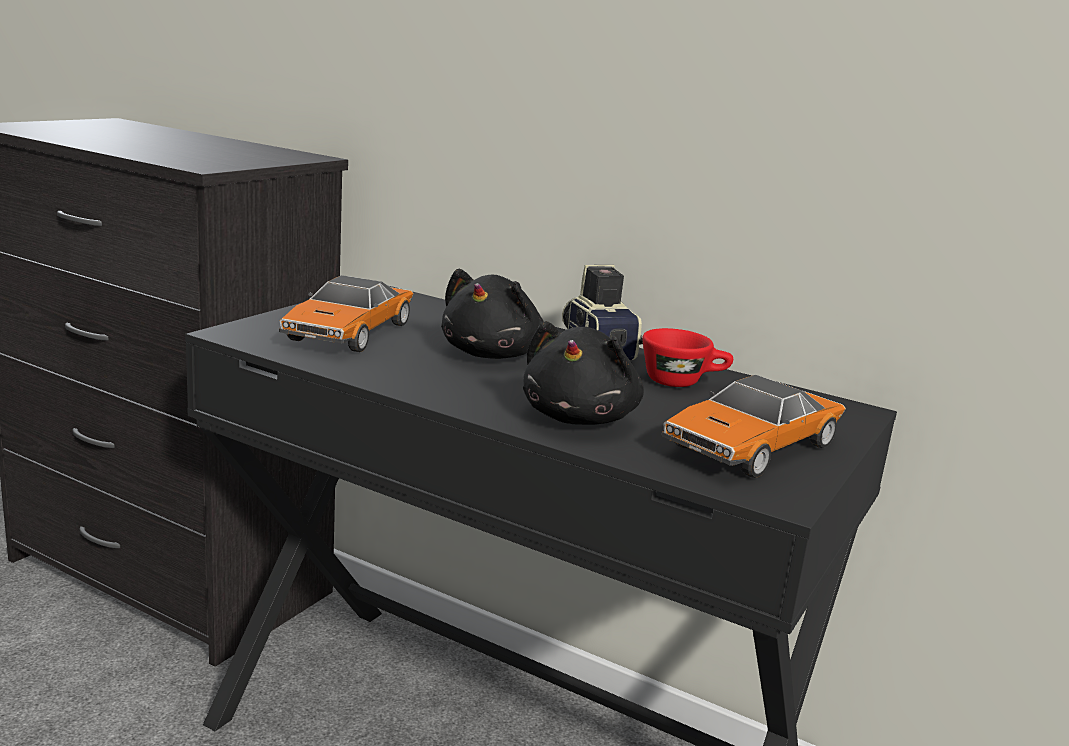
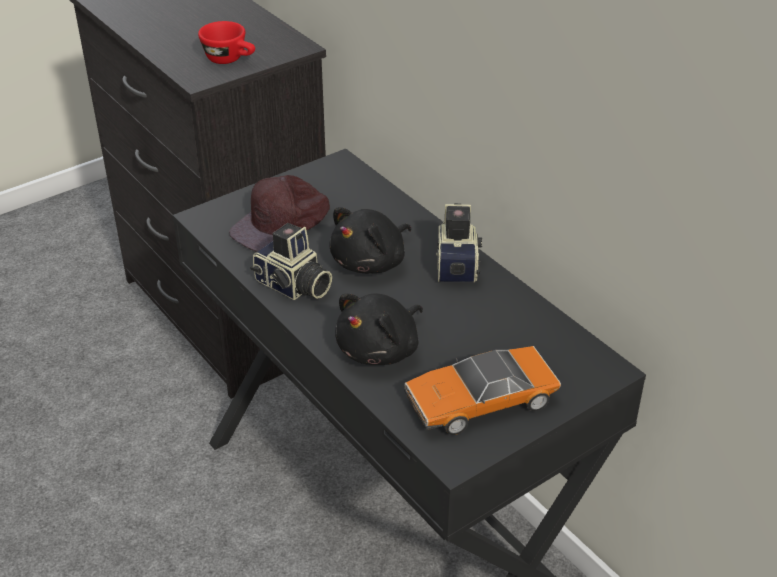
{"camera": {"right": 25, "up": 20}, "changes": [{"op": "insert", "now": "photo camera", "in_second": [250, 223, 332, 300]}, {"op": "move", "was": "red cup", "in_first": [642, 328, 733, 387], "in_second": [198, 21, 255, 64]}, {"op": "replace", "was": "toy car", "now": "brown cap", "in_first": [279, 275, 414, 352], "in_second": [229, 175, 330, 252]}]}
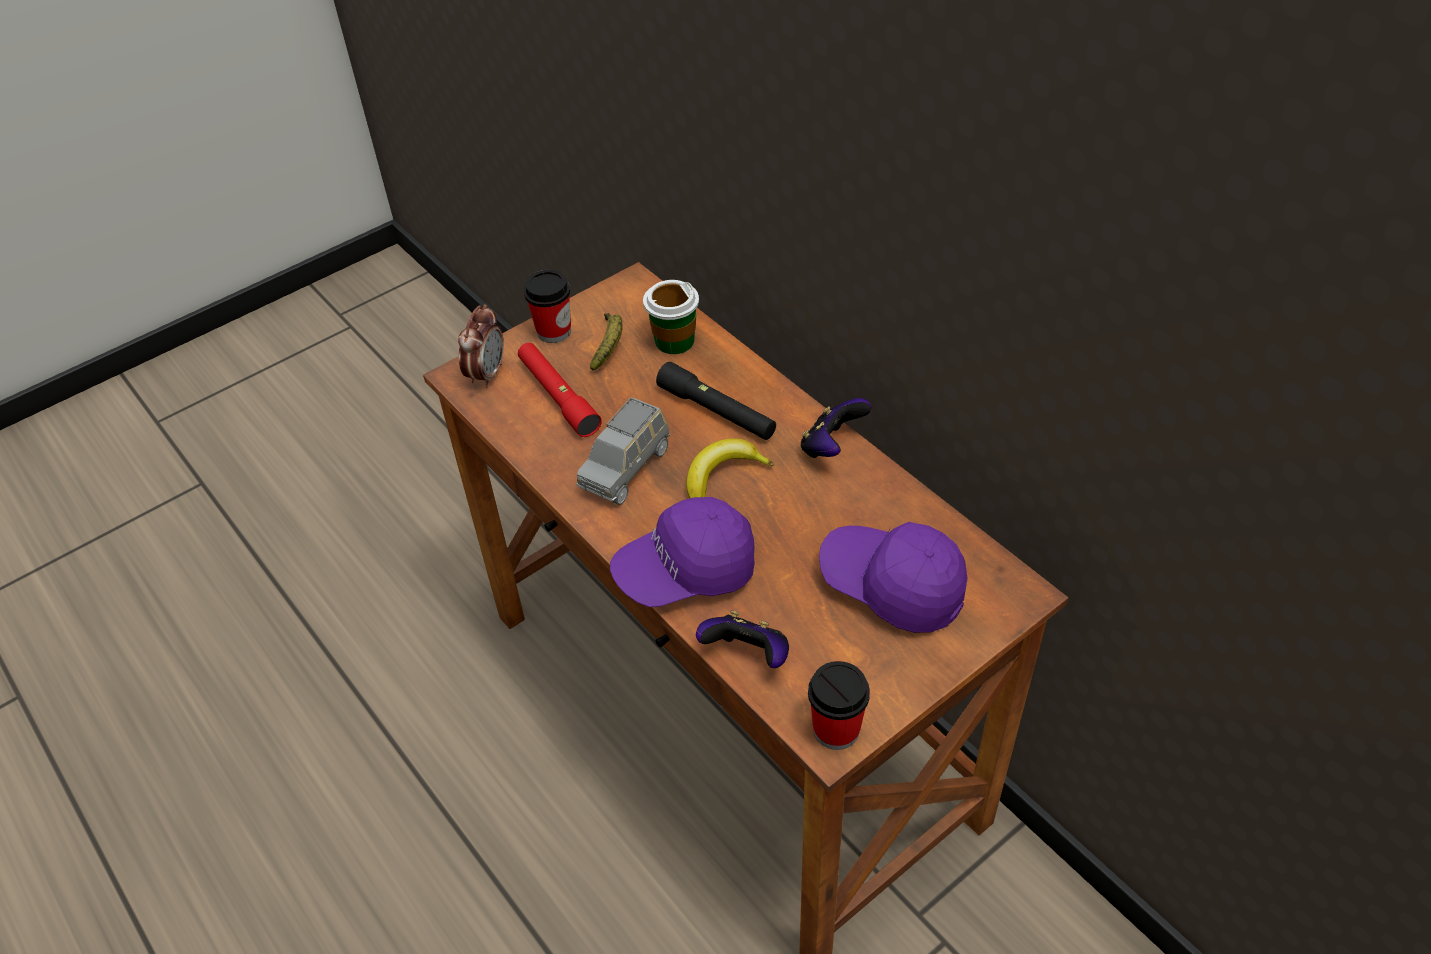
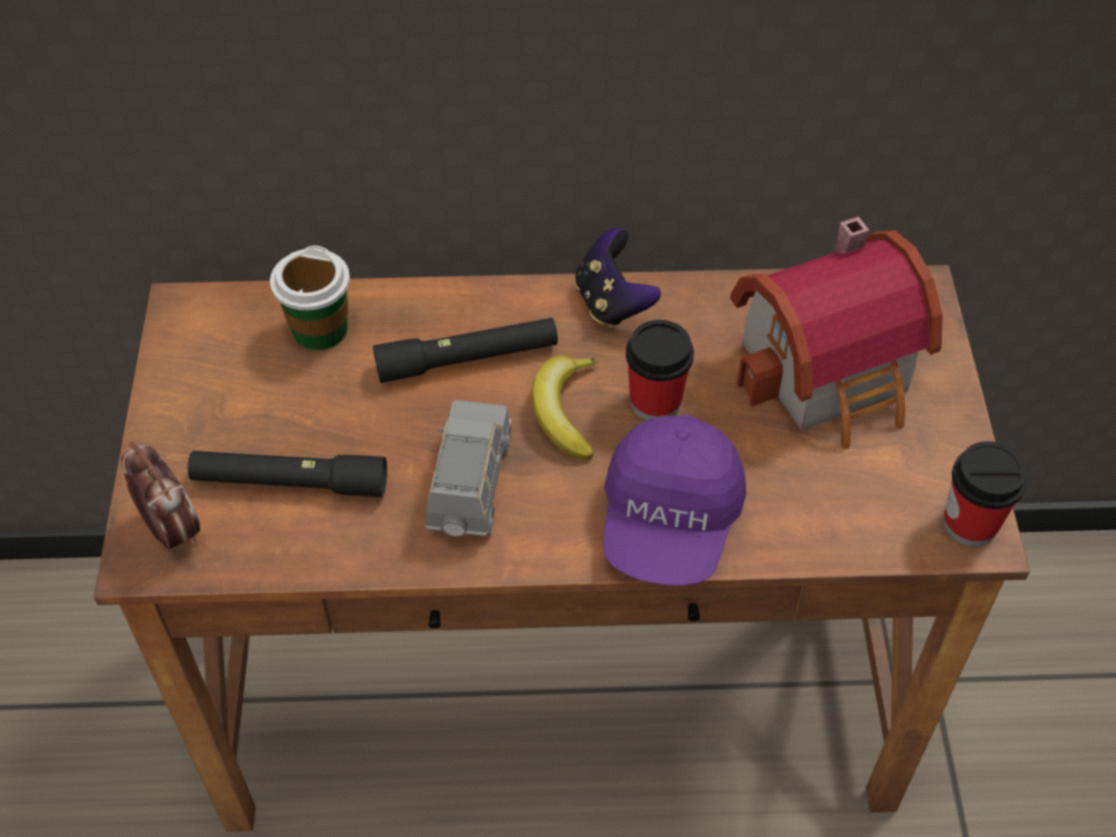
{"camera": {"right": -55, "up": 5}, "changes": [{"op": "delete", "was": "banana", "in_first": [590, 313, 623, 371]}, {"op": "delete", "was": "game controller", "in_first": [696, 610, 789, 668]}, {"op": "move", "was": "cup", "in_first": [524, 270, 571, 343], "in_second": [626, 320, 694, 420]}, {"op": "replace", "was": "purple cap", "now": "toy house", "in_first": [819, 522, 967, 633], "in_second": [730, 216, 942, 449]}, {"op": "recolor", "was": "red flashlight", "now": "black flashlight", "in_first": [518, 343, 602, 437], "in_second": [188, 451, 387, 497]}, {"op": "rotate", "was": "grey toy car", "in_first": [577, 397, 670, 505], "in_second": [426, 400, 511, 537], "clockwise": -150}]}
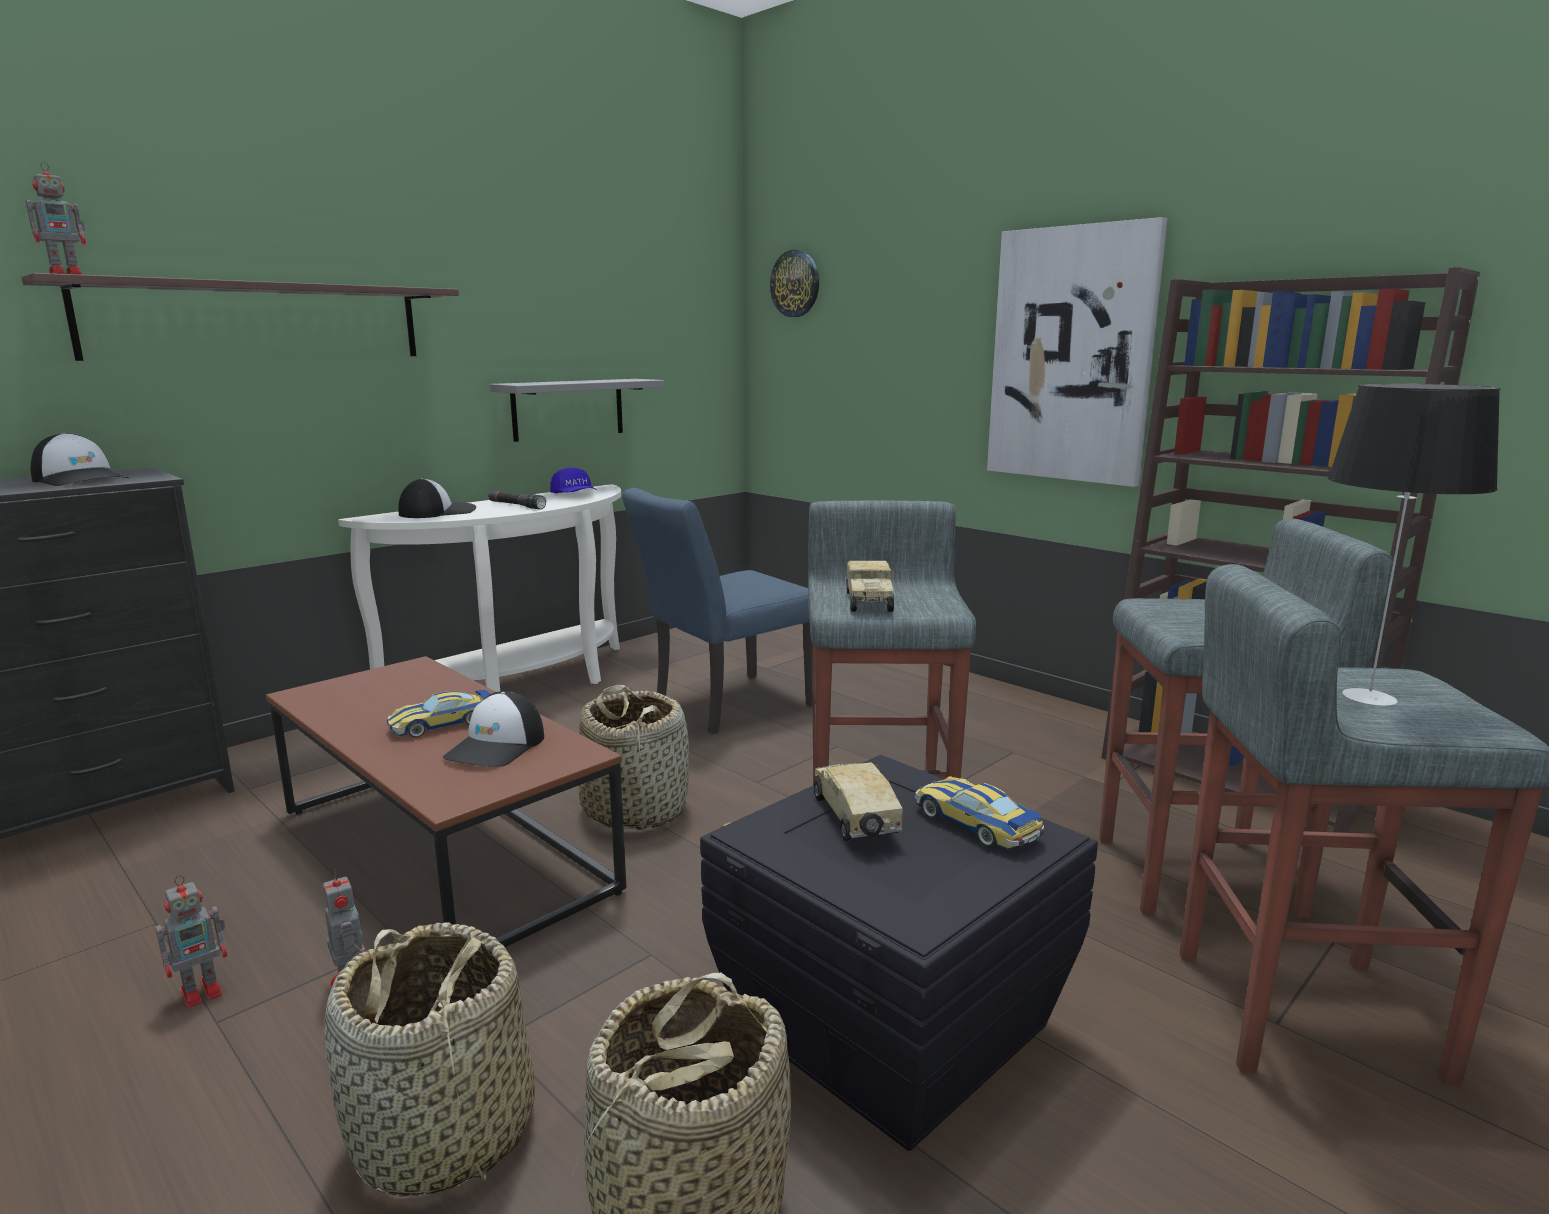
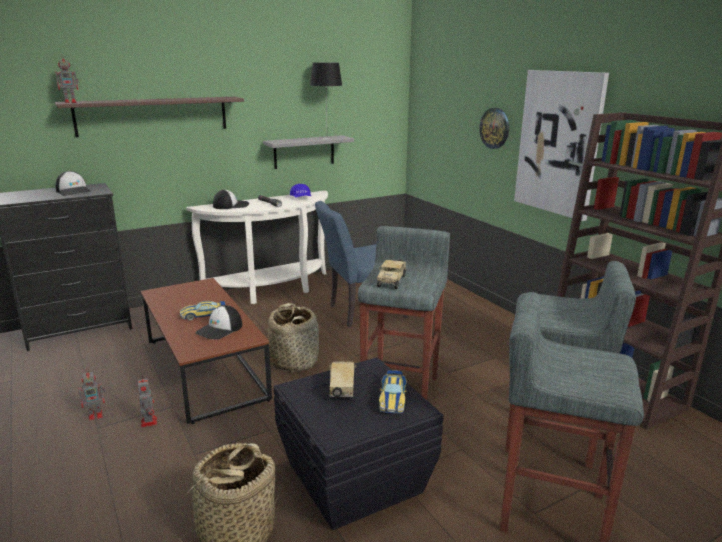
{"camera": {"right": 15, "up": 5}, "changes": [{"op": "delete", "was": "basket", "in_first": [324, 922, 535, 1197]}, {"op": "move", "was": "wall clock", "in_first": [770, 250, 819, 317], "in_second": [479, 108, 509, 149]}, {"op": "move", "was": "table lamp", "in_first": [1328, 384, 1500, 706], "in_second": [310, 62, 342, 139]}, {"op": "rotate", "was": "toy car", "in_first": [915, 776, 1044, 849], "in_second": [379, 370, 407, 413], "clockwise": -150}]}
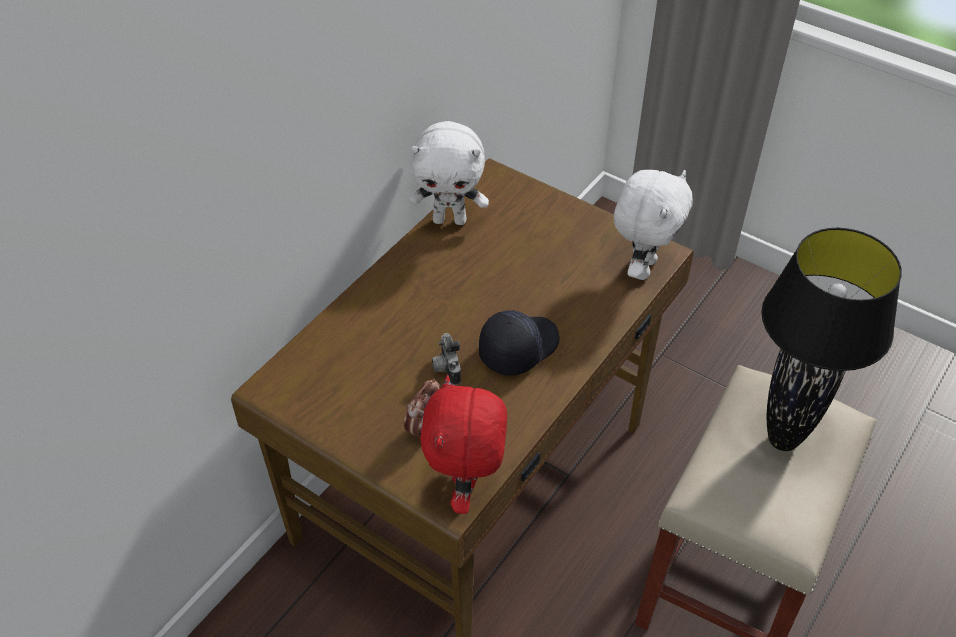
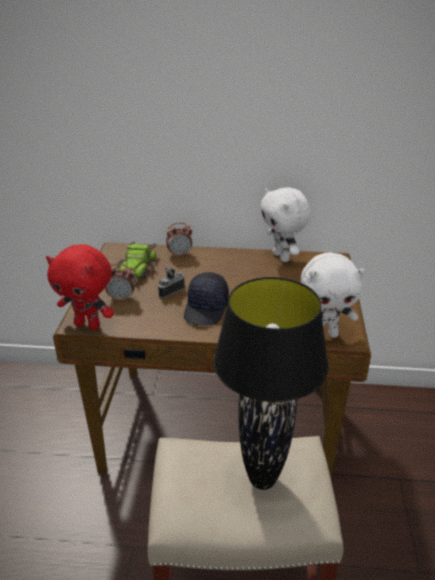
{"camera": {"right": 60, "up": -15}, "changes": [{"op": "insert", "now": "toy car", "in_second": [115, 242, 157, 284]}, {"op": "insert", "now": "alarm clock", "in_second": [166, 223, 192, 257]}, {"op": "rotate", "was": "red plush toy", "in_first": [420, 375, 507, 514], "in_second": [46, 244, 114, 330], "clockwise": -135}, {"op": "rotate", "was": "black cap", "in_first": [479, 310, 560, 376], "in_second": [184, 272, 229, 325], "clockwise": 90}]}
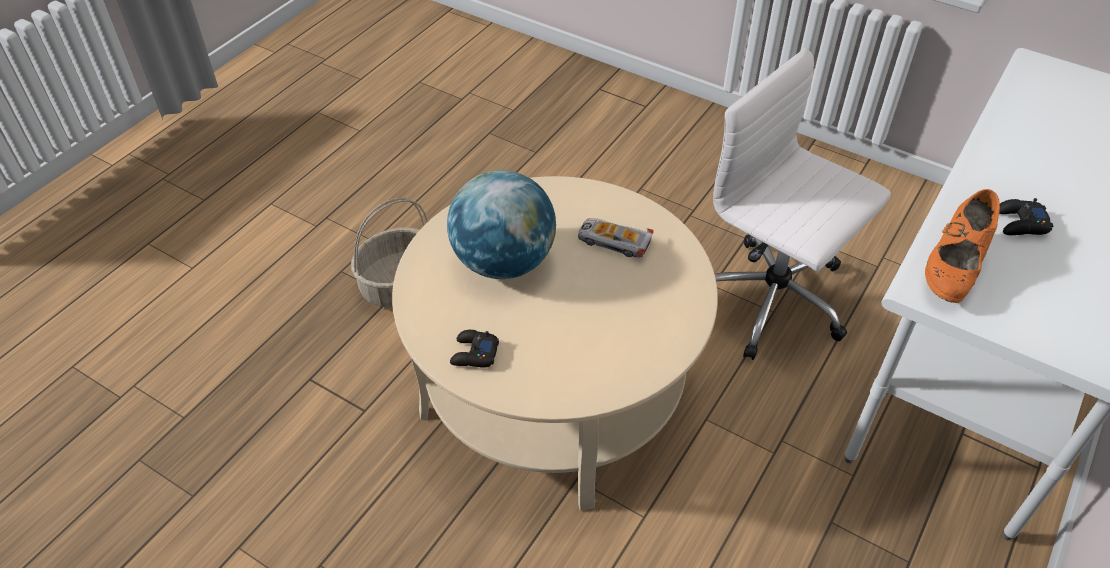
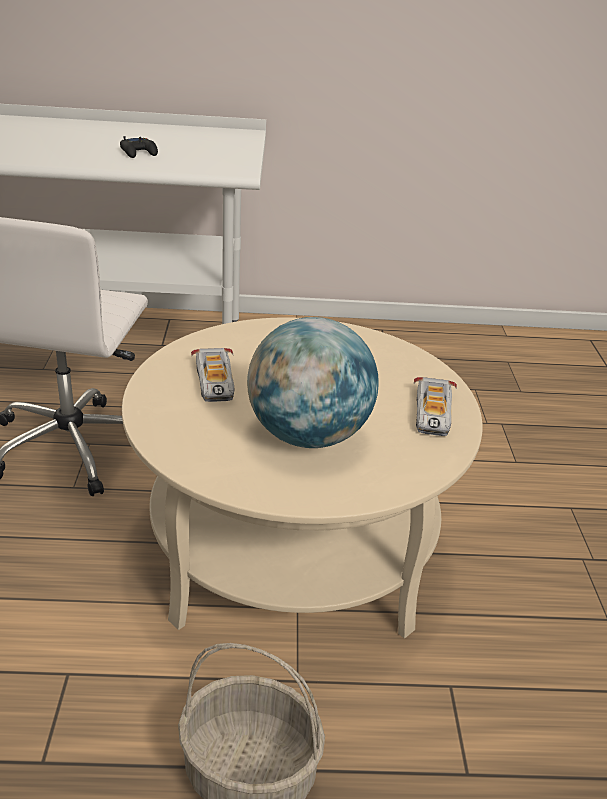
{"camera": {"right": -125, "up": -15}, "changes": [{"op": "delete", "was": "orange shoe", "in_first": [925, 189, 1000, 303]}, {"op": "replace", "was": "black game controller", "now": "toy car", "in_first": [450, 330, 499, 368], "in_second": [414, 377, 457, 436]}]}
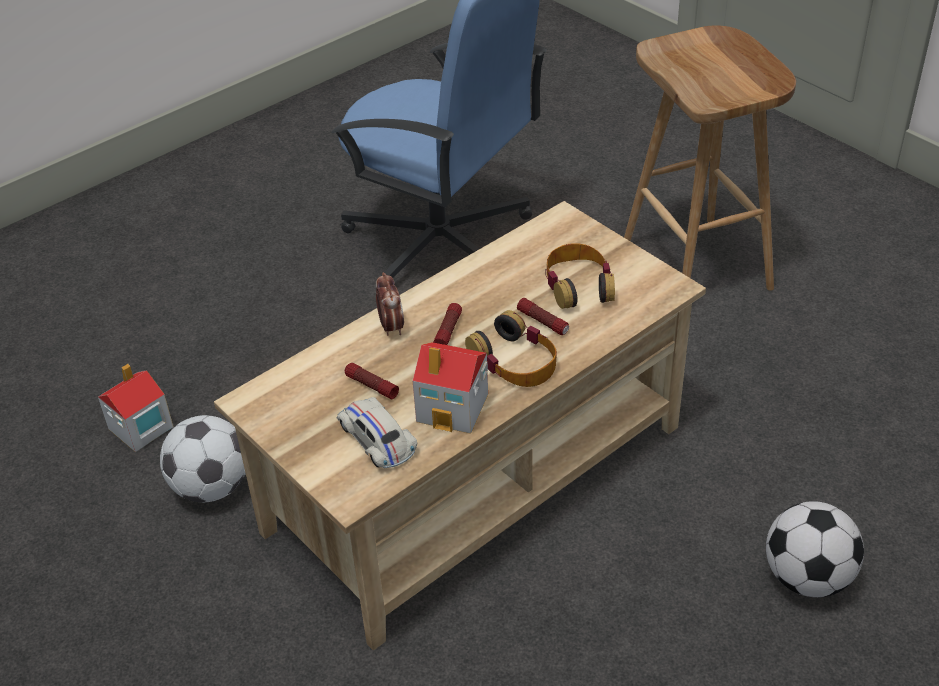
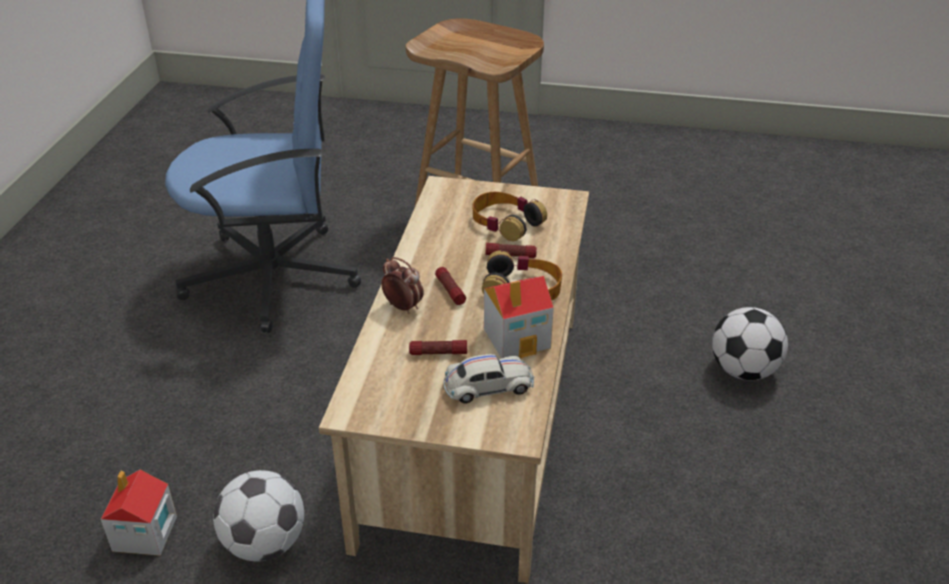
{"camera": {"right": -40, "up": -5}, "changes": [{"op": "rotate", "was": "white toy car", "in_first": [336, 397, 417, 468], "in_second": [444, 354, 534, 403], "clockwise": 150}]}
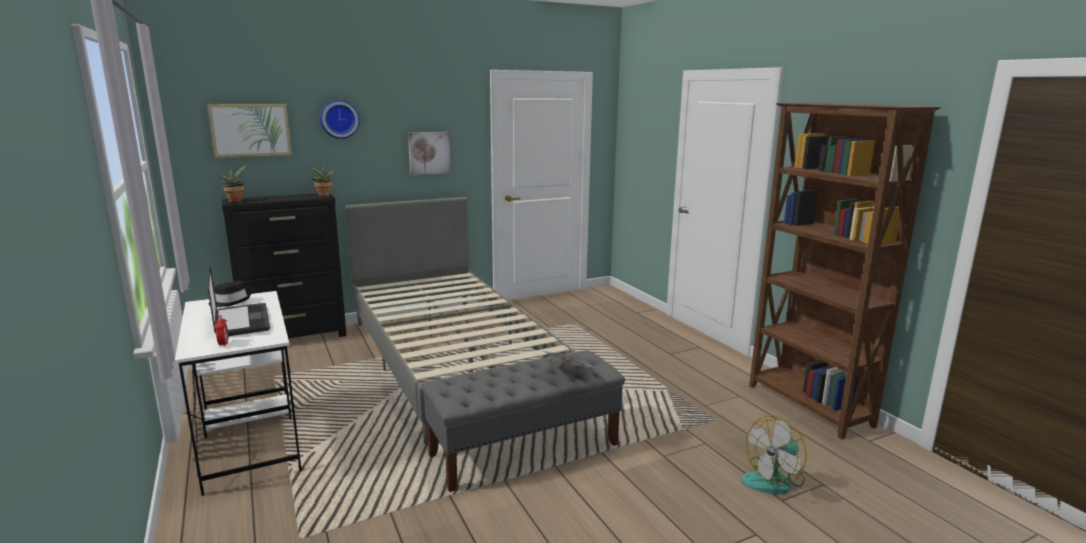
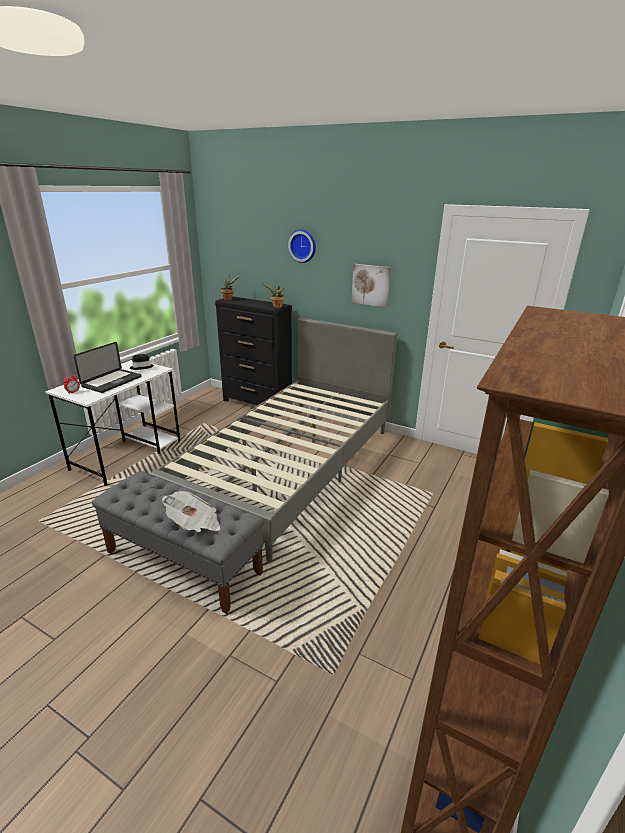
{"camera": {"right": 55, "up": 10}, "changes": [{"op": "delete", "was": "picture", "in_first": [207, 104, 292, 158]}, {"op": "delete", "was": "fan", "in_first": [741, 415, 807, 494]}]}
